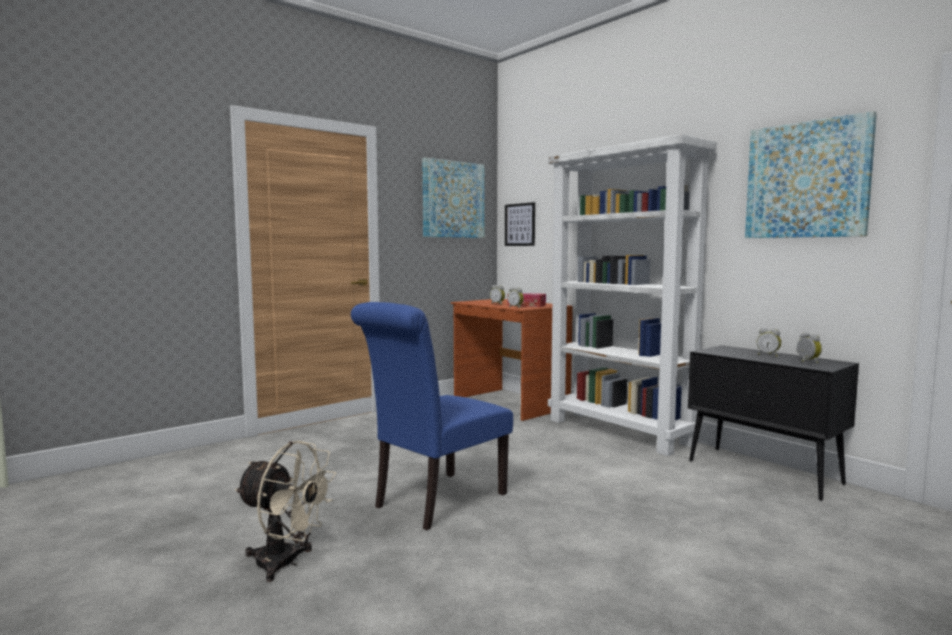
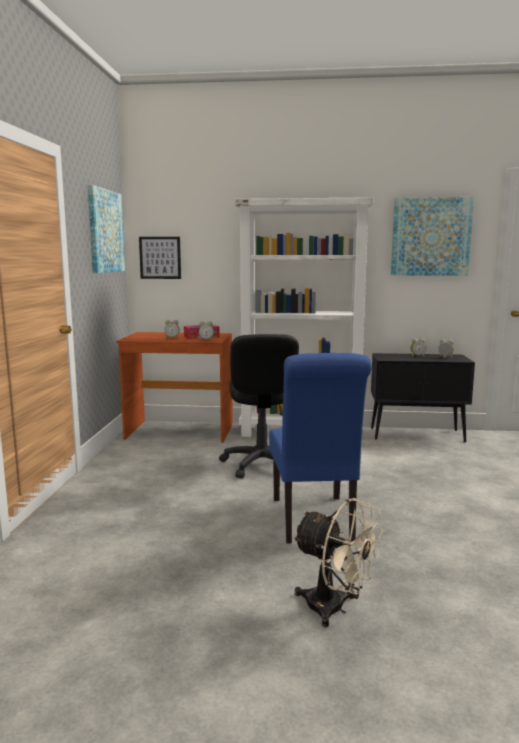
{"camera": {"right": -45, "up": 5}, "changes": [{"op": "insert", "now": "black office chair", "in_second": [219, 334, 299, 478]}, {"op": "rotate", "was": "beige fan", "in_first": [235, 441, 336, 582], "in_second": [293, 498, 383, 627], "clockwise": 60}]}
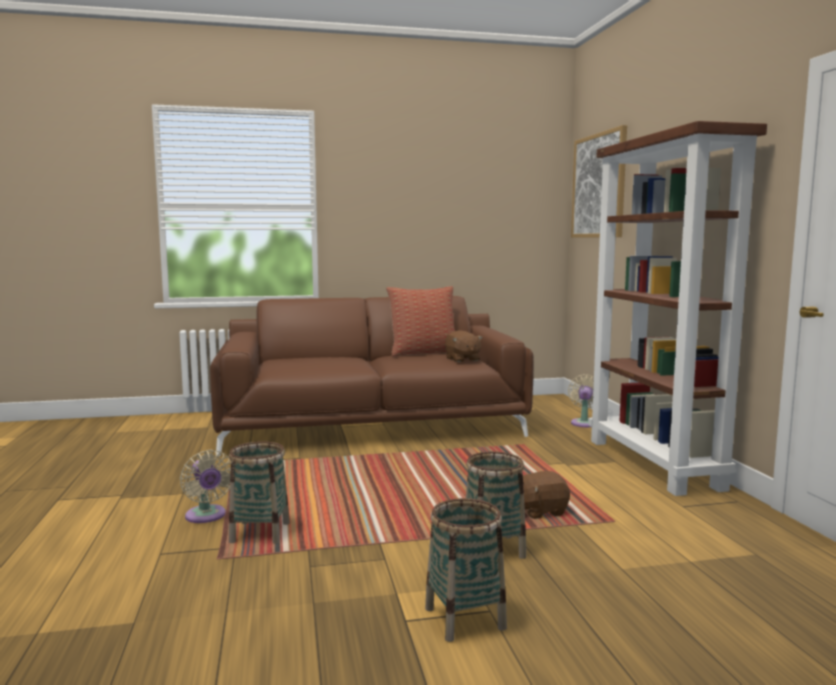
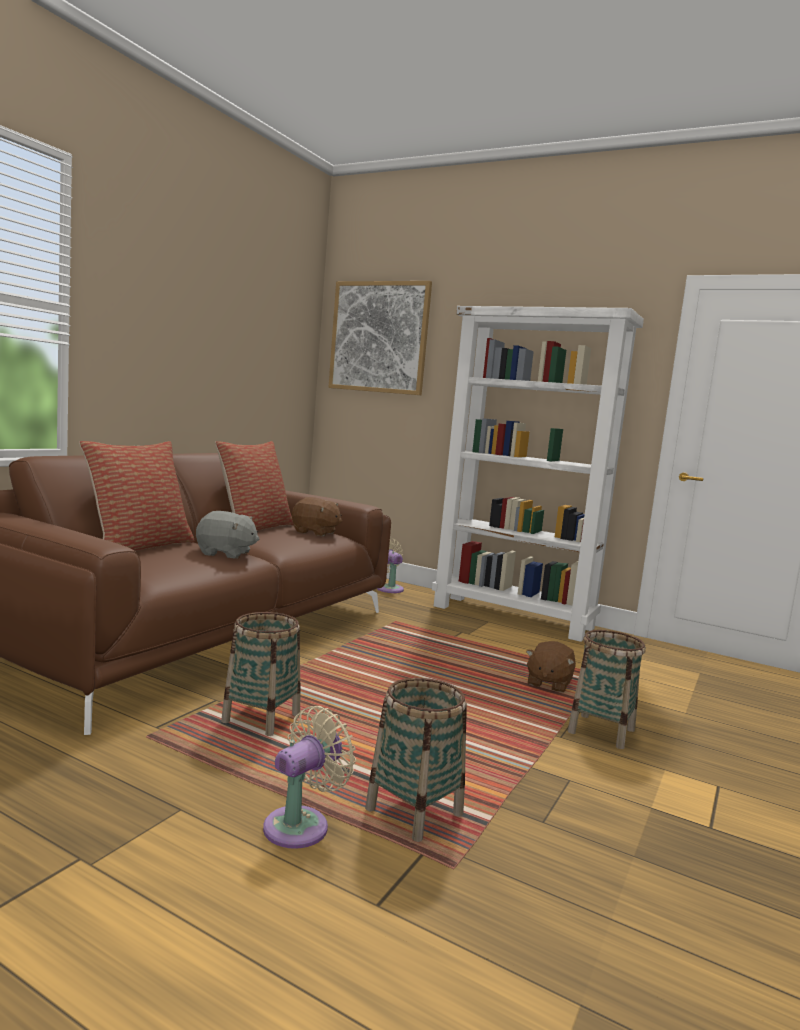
{"camera": {"right": -50, "up": 0}, "changes": [{"op": "insert", "now": "pillow", "in_second": [79, 441, 195, 551]}, {"op": "insert", "now": "grey plush toy", "in_second": [196, 511, 259, 559]}, {"op": "move", "was": "basket", "in_first": [425, 498, 507, 642], "in_second": [221, 612, 301, 736]}, {"op": "recolor", "was": "brown bookcase", "now": "white bookcase", "in_first": [589, 121, 767, 496], "in_second": [432, 306, 644, 642]}, {"op": "rotate", "was": "beige fan", "in_first": [180, 450, 231, 523], "in_second": [263, 706, 356, 849], "clockwise": -60}]}
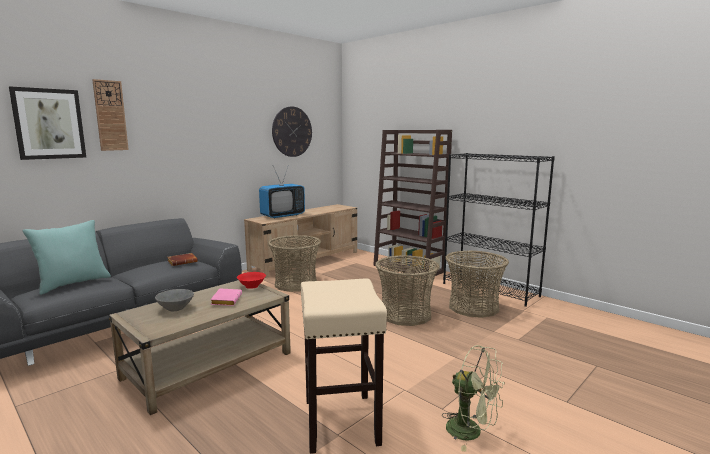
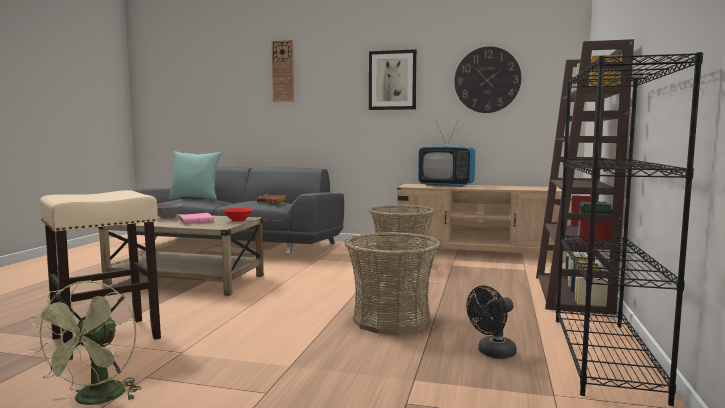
{"camera": {"right": 60, "up": -5}, "changes": [{"op": "move", "was": "picture", "in_first": [9, 86, 86, 160], "in_second": [369, 49, 417, 110]}, {"op": "replace", "was": "basket", "now": "black fan", "in_first": [445, 250, 509, 318], "in_second": [466, 286, 517, 359]}]}
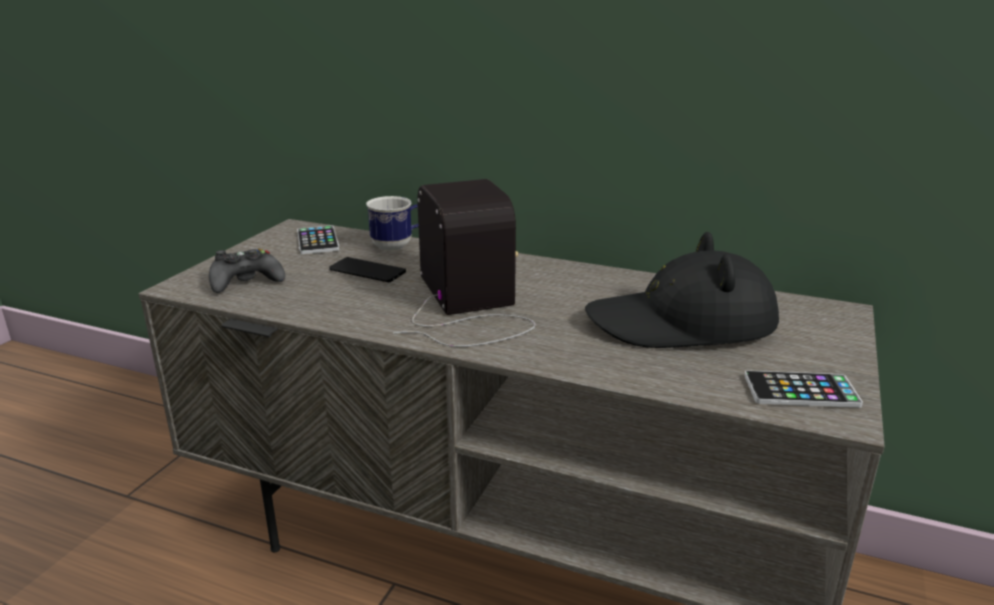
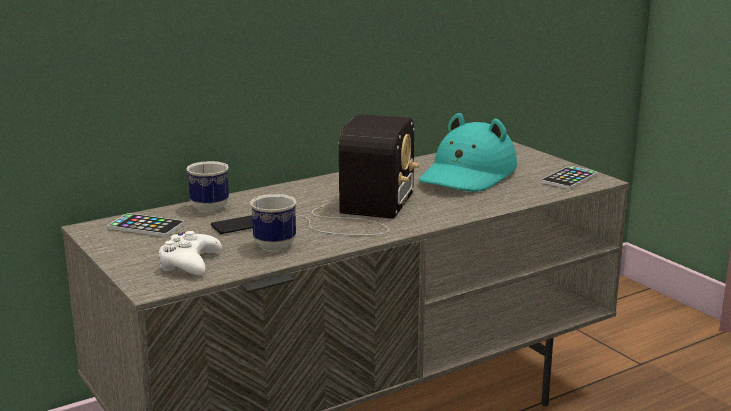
{"camera": {"right": -55, "up": -5}, "changes": [{"op": "insert", "now": "mug", "in_second": [250, 194, 297, 251]}, {"op": "recolor", "was": "black game controller", "now": "white game controller", "in_first": [209, 248, 285, 293], "in_second": [158, 231, 222, 275]}, {"op": "recolor", "was": "black hat", "now": "turquoise hat", "in_first": [585, 232, 779, 348], "in_second": [419, 113, 517, 192]}, {"op": "rotate", "was": "radio", "in_first": [393, 179, 535, 347], "in_second": [296, 114, 419, 236], "clockwise": 90}]}
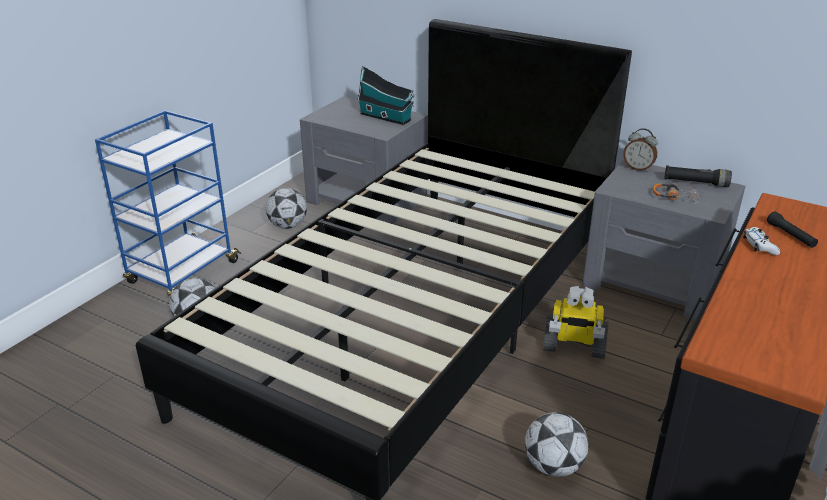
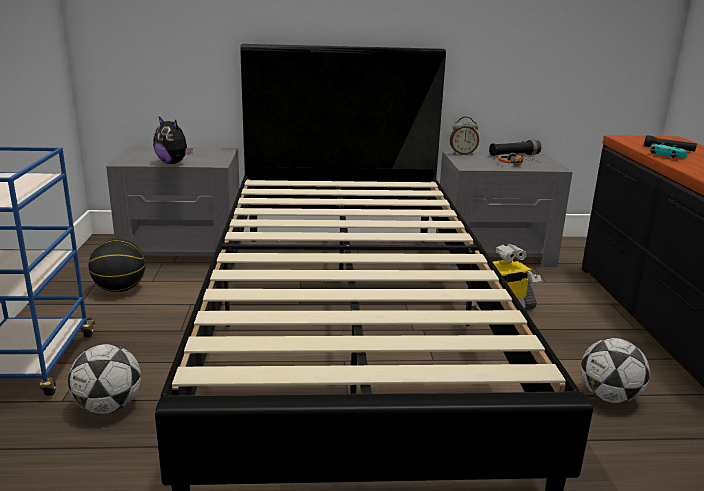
{"camera": {"right": -35, "up": -10}, "changes": [{"op": "delete", "was": "toy house", "in_first": [357, 66, 414, 125]}, {"op": "insert", "now": "plush toy", "in_second": [153, 117, 193, 164]}, {"op": "replace", "was": "football", "now": "basketball", "in_first": [266, 188, 307, 229], "in_second": [89, 239, 145, 292]}, {"op": "recolor", "was": "white game controller", "now": "turquoise game controller", "in_first": [743, 227, 780, 255], "in_second": [650, 143, 687, 159]}]}
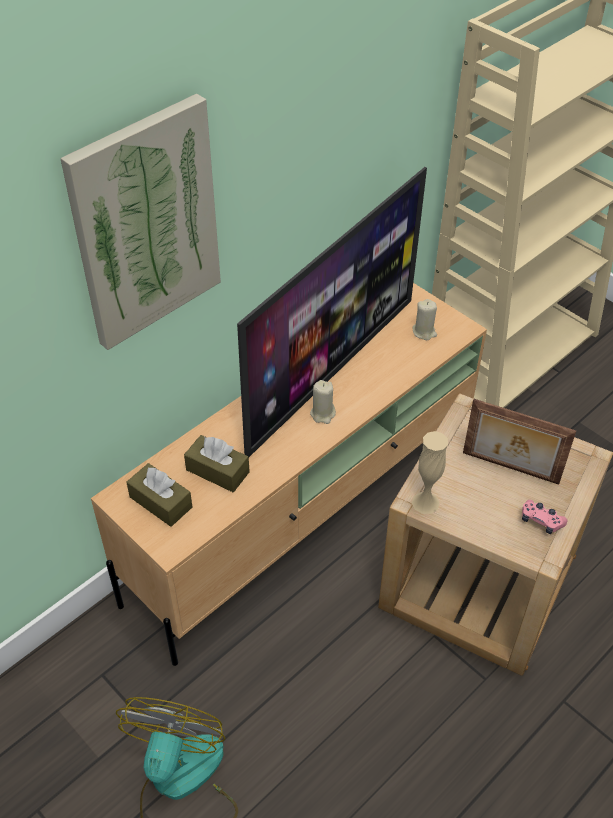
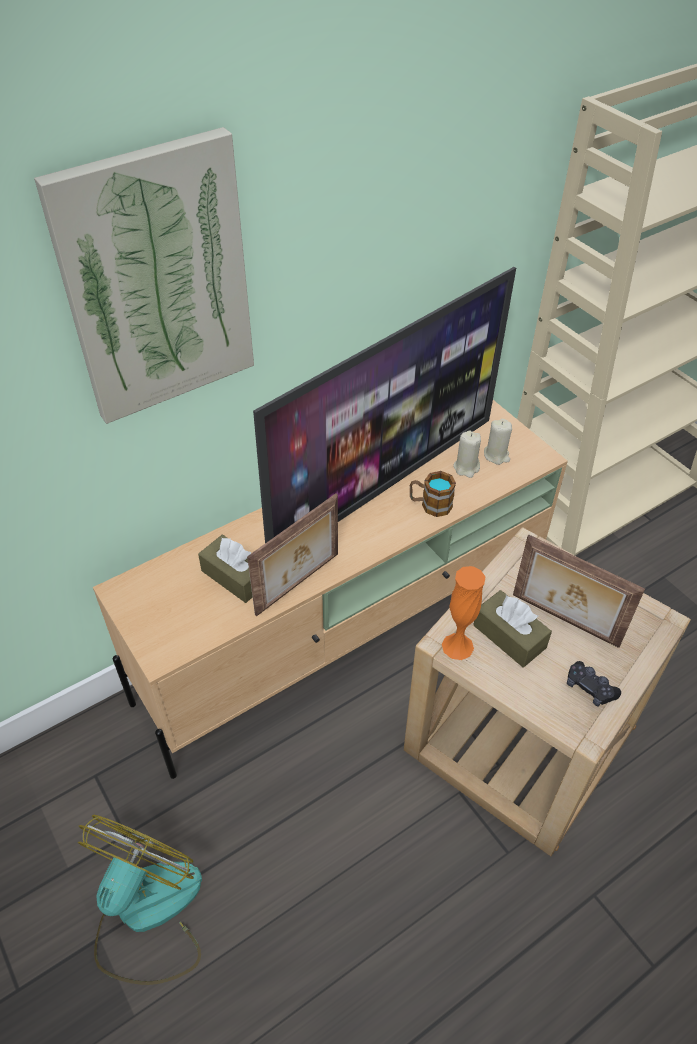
{"camera": {"right": 10, "up": 0}, "changes": [{"op": "insert", "now": "picture frame", "in_second": [247, 493, 338, 616]}, {"op": "insert", "now": "mug", "in_second": [410, 471, 456, 517]}, {"op": "move", "was": "brown tissue box", "in_first": [126, 463, 192, 527], "in_second": [473, 590, 552, 668]}, {"op": "move", "was": "beige candle", "in_first": [310, 380, 336, 424], "in_second": [453, 431, 481, 478]}, {"op": "recolor", "was": "beige vase", "now": "orange vase", "in_first": [412, 431, 448, 514], "in_second": [442, 566, 485, 660]}, {"op": "recolor", "was": "pink game controller", "now": "black game controller", "in_first": [522, 500, 567, 534], "in_second": [567, 661, 621, 707]}]}
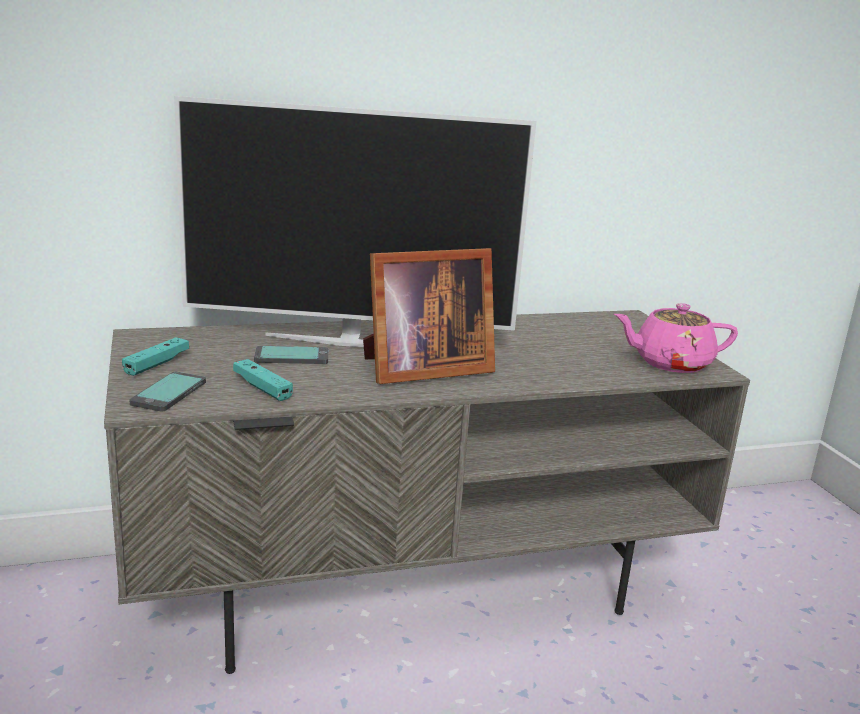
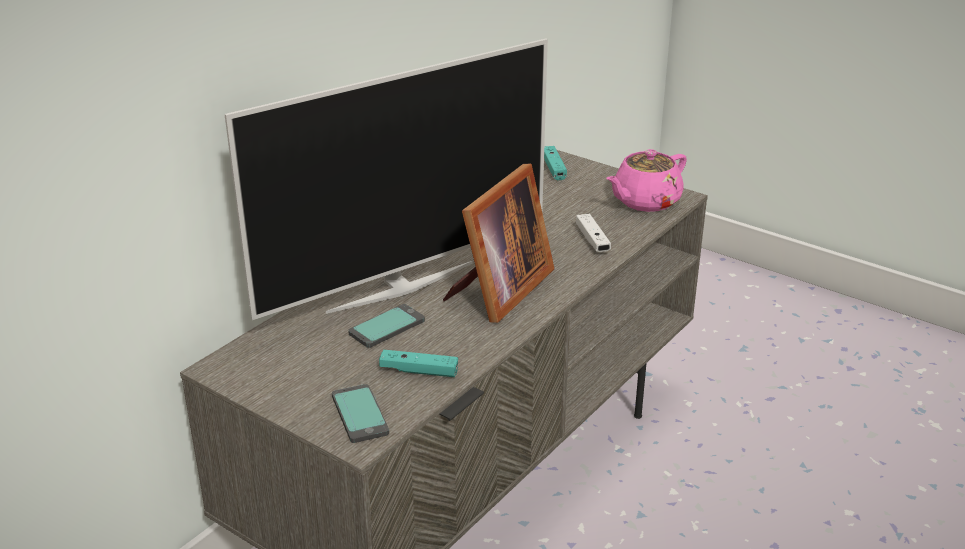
{"camera": {"right": -35, "up": 10}, "changes": [{"op": "insert", "now": "white game controller", "in_second": [576, 214, 611, 252]}, {"op": "move", "was": "turquoise game controller", "in_first": [122, 337, 189, 376], "in_second": [544, 146, 567, 180]}]}
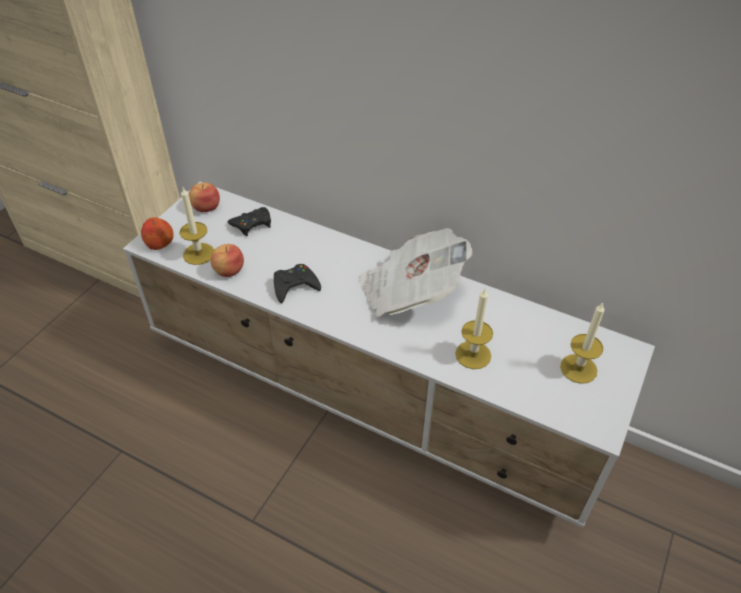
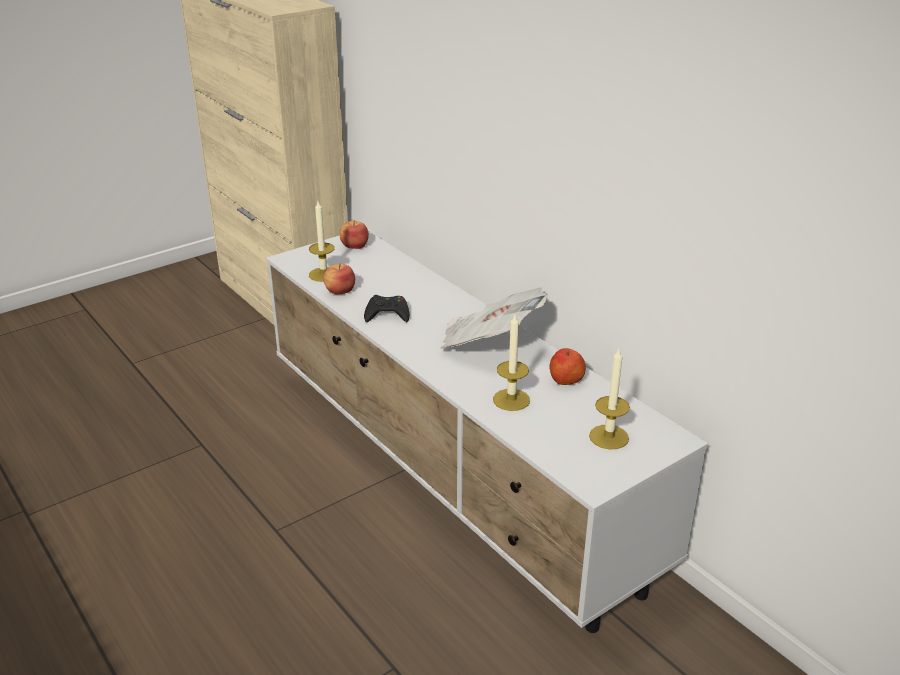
{"camera": {"right": 25, "up": -15}, "changes": [{"op": "delete", "was": "black game controller", "in_first": [228, 207, 271, 236]}, {"op": "move", "was": "apple", "in_first": [141, 218, 174, 250], "in_second": [549, 348, 586, 385]}]}
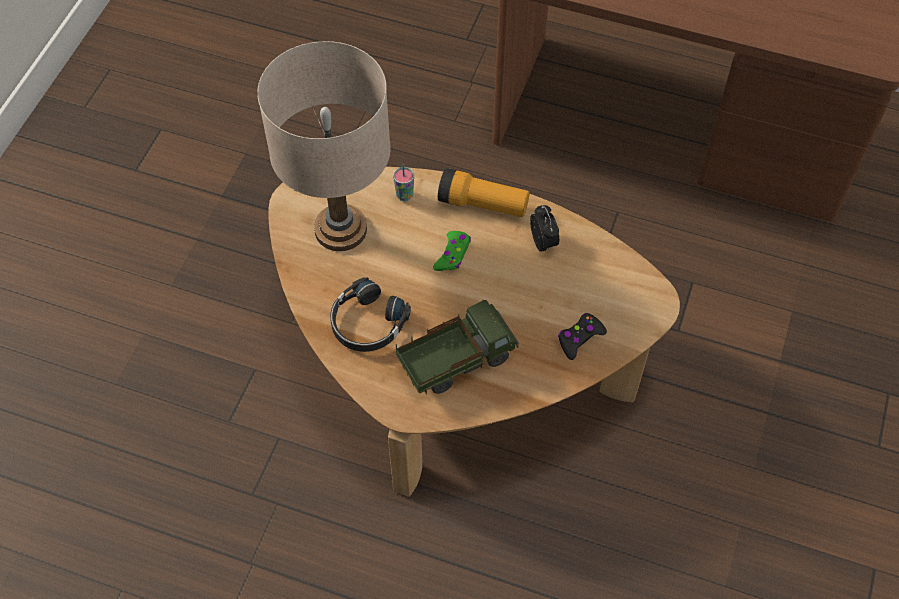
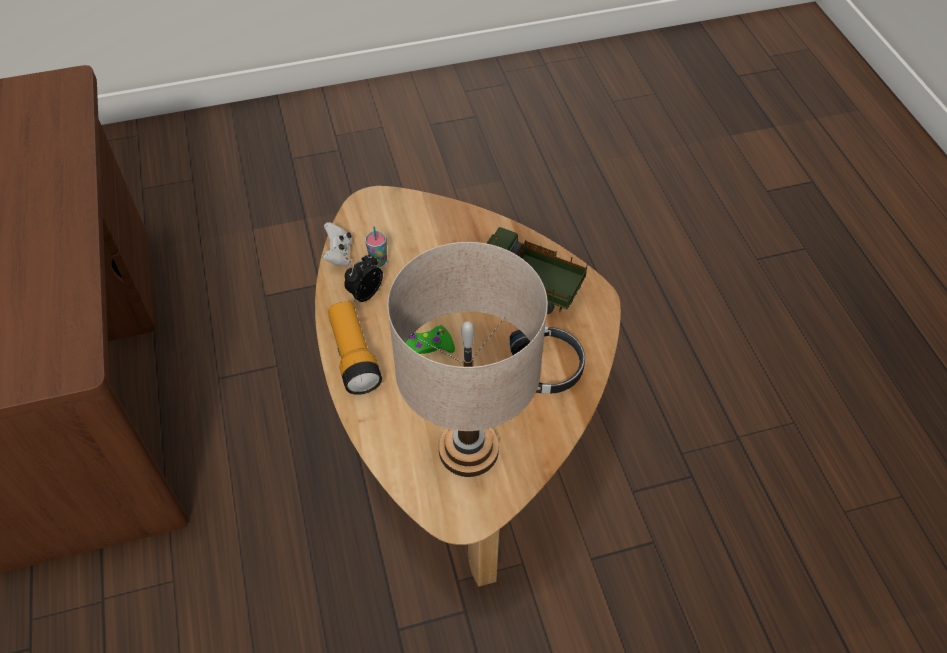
{"camera": {"right": -125, "up": -5}, "changes": [{"op": "delete", "was": "black game controller", "in_first": [558, 313, 607, 360]}, {"op": "insert", "now": "white game controller", "in_second": [322, 222, 352, 267]}, {"op": "move", "was": "cup", "in_first": [393, 164, 414, 201], "in_second": [365, 226, 387, 267]}]}
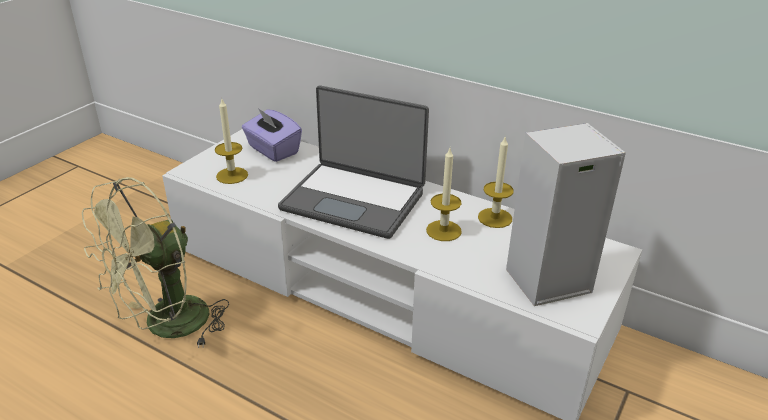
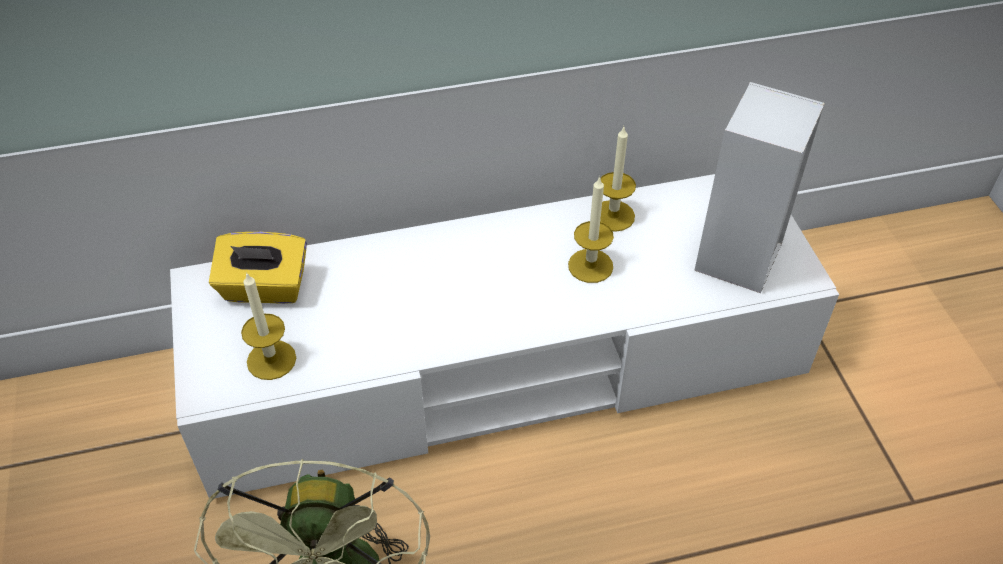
{"camera": {"right": -45, "up": 15}, "changes": [{"op": "delete", "was": "laptop", "in_first": [278, 85, 429, 239]}, {"op": "recolor", "was": "purple tissue box", "now": "yellow tissue box", "in_first": [242, 108, 302, 162], "in_second": [209, 232, 307, 304]}]}
